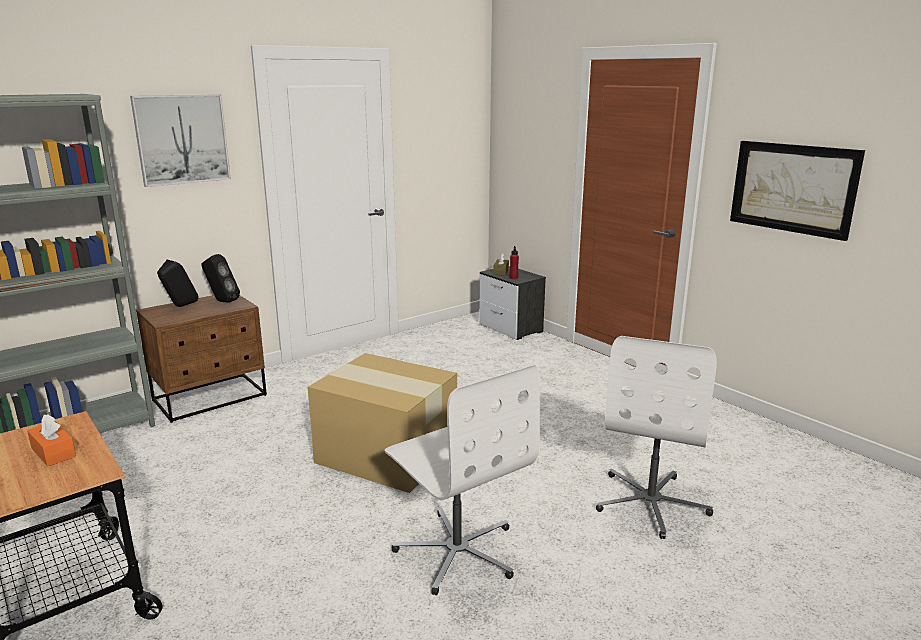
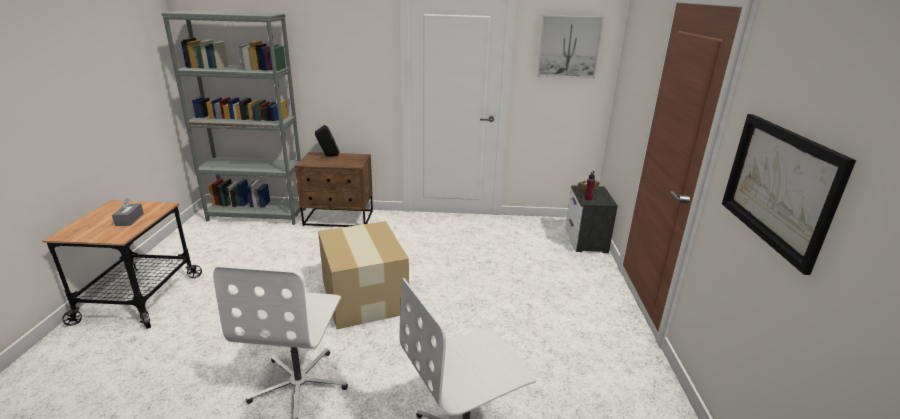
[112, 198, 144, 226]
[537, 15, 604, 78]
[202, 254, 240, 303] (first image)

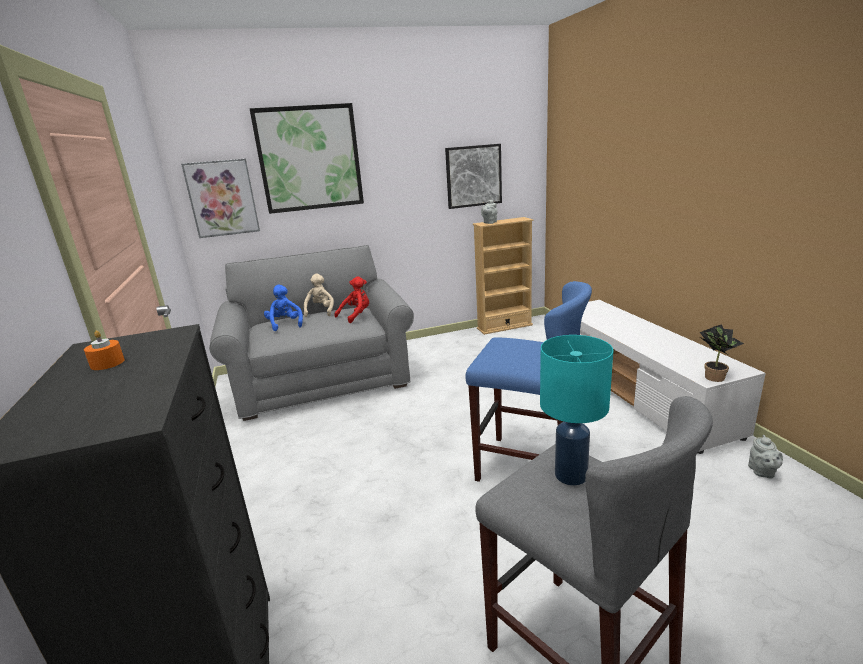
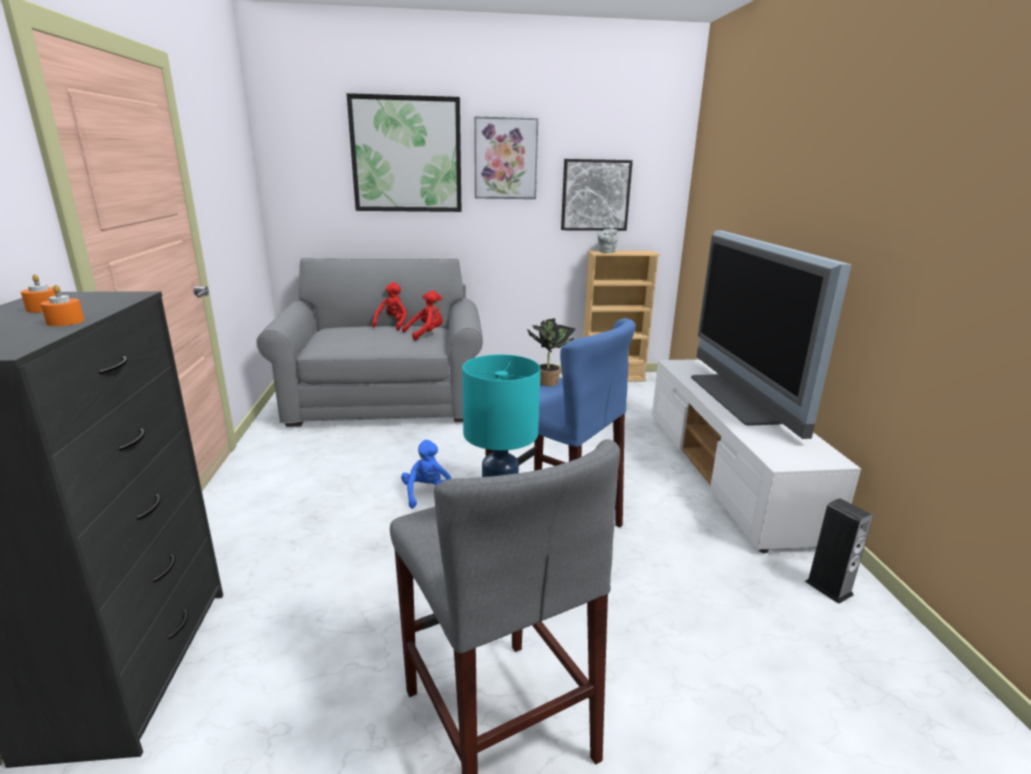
[474, 116, 538, 199]
[401, 440, 452, 509]
[372, 282, 407, 331]
[527, 318, 576, 386]
[805, 498, 873, 604]
[40, 285, 84, 326]
[691, 230, 852, 439]

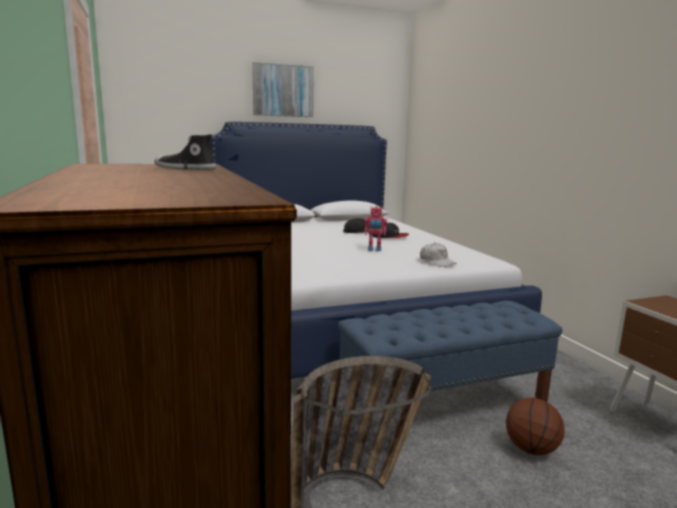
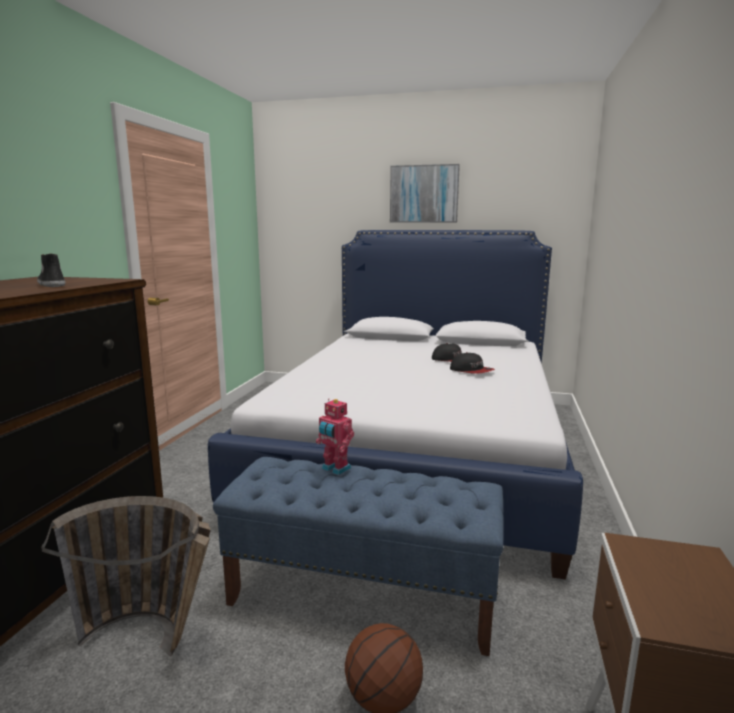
[316, 398, 354, 475]
[420, 242, 457, 267] (first image)

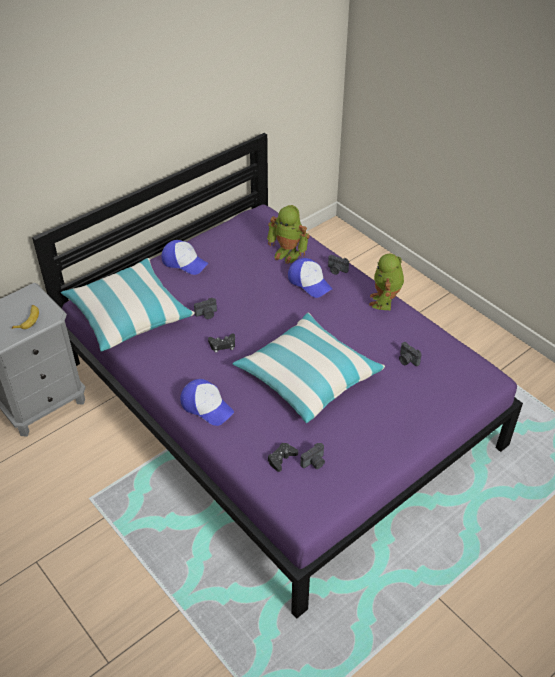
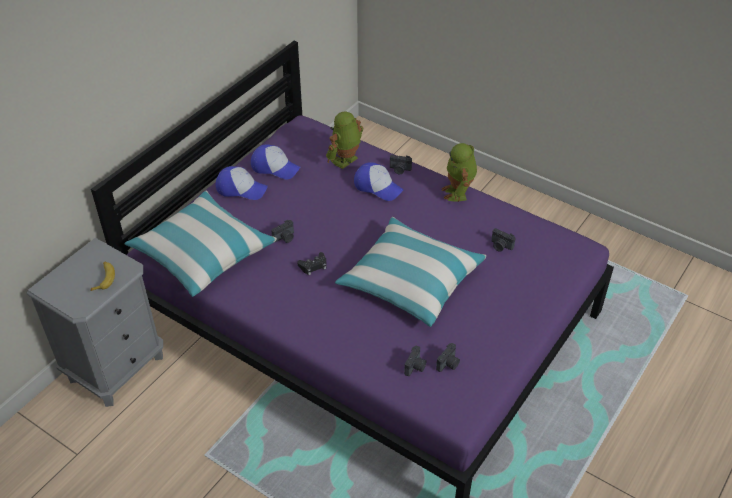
[251, 144, 300, 179]
[326, 112, 363, 169]
[404, 346, 426, 376]

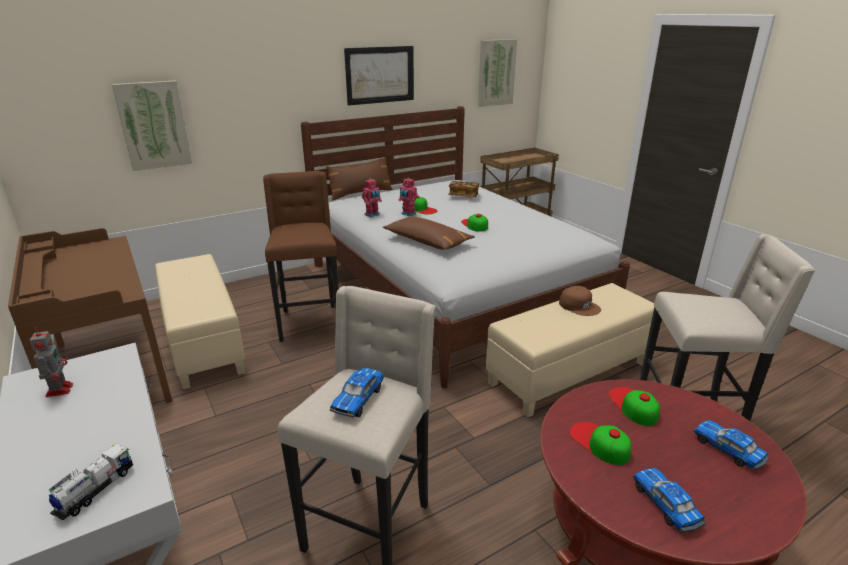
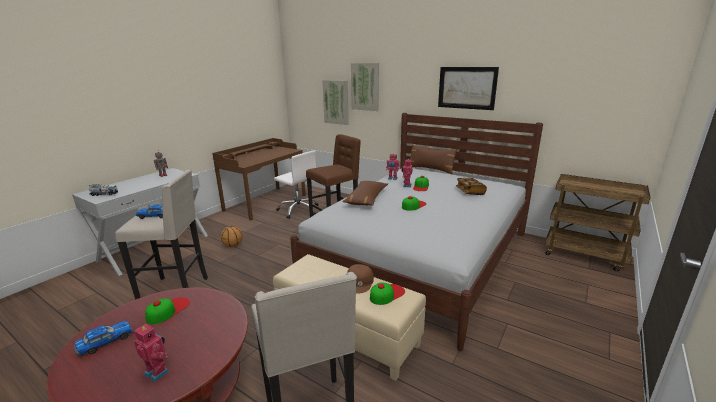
[274, 150, 319, 219]
[351, 63, 379, 111]
[370, 282, 405, 305]
[134, 324, 169, 382]
[220, 226, 243, 247]

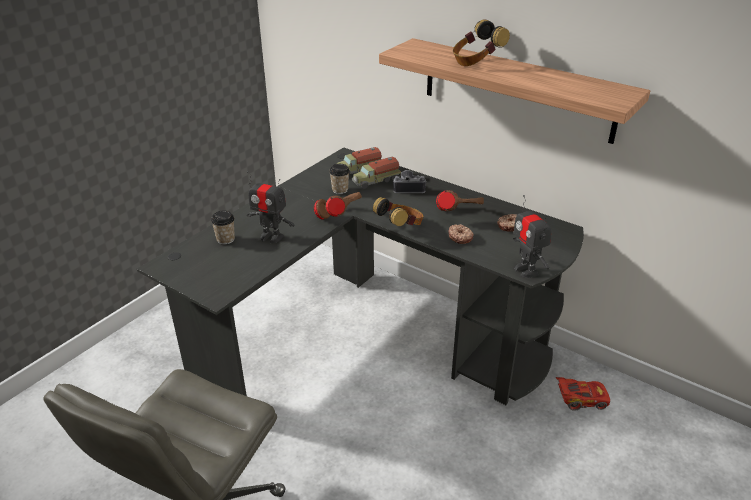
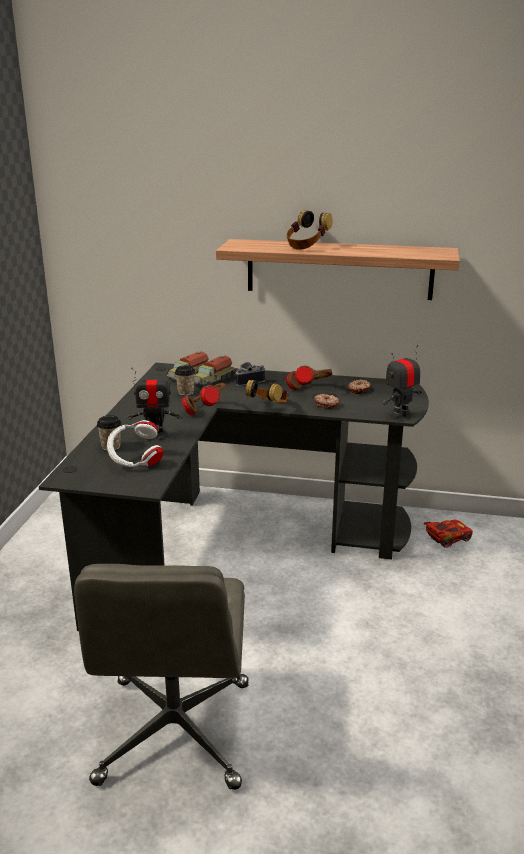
[383, 345, 422, 420]
[107, 420, 163, 467]

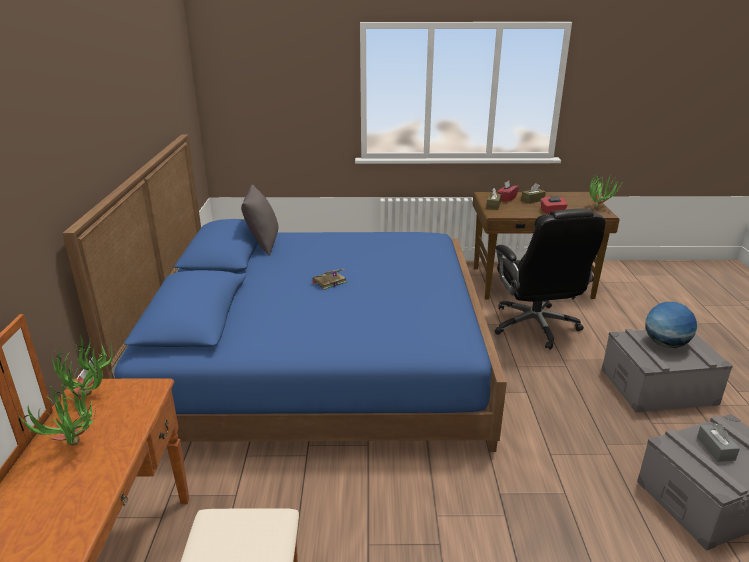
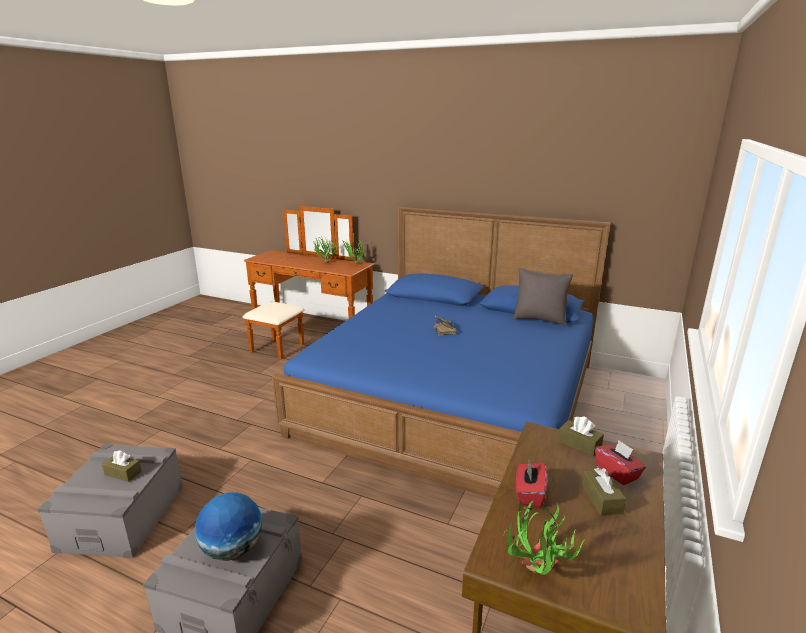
[495, 209, 606, 350] (first image)
[102, 450, 142, 482]

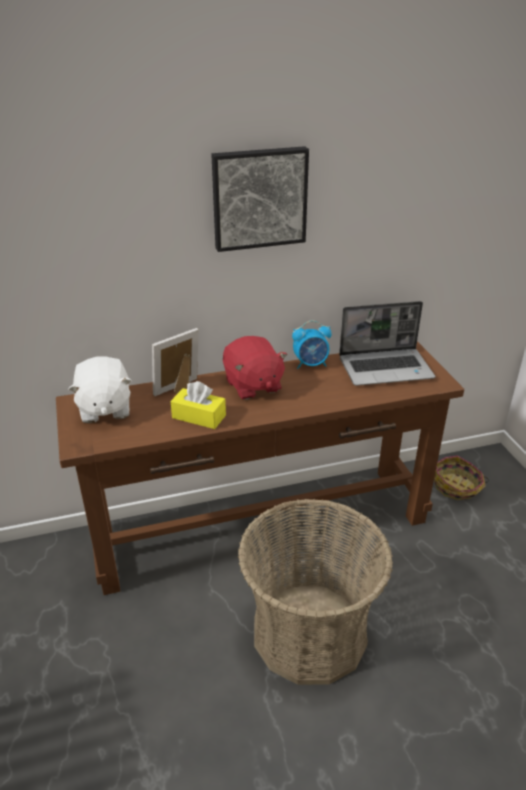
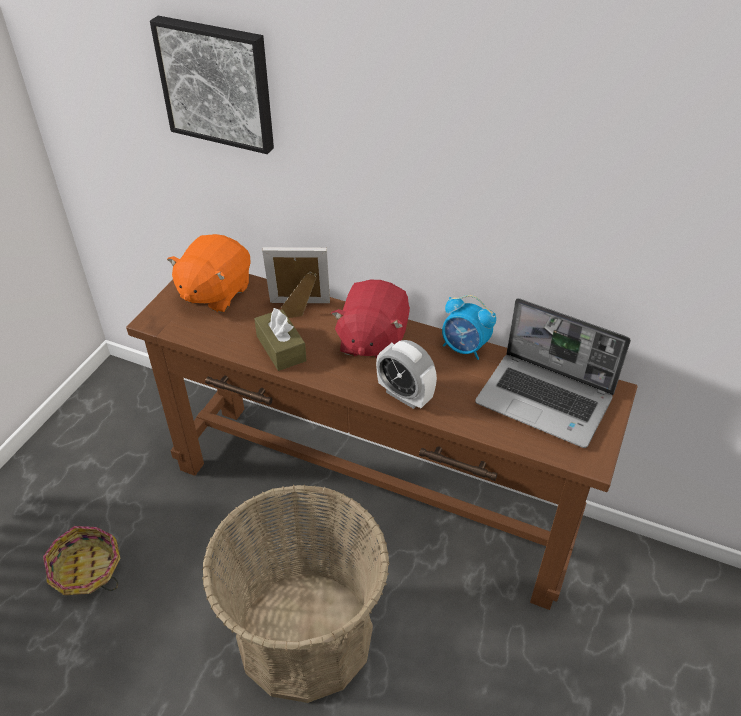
[167, 234, 250, 313]
[254, 308, 307, 371]
[150, 16, 274, 154]
[43, 526, 121, 595]
[376, 340, 437, 409]

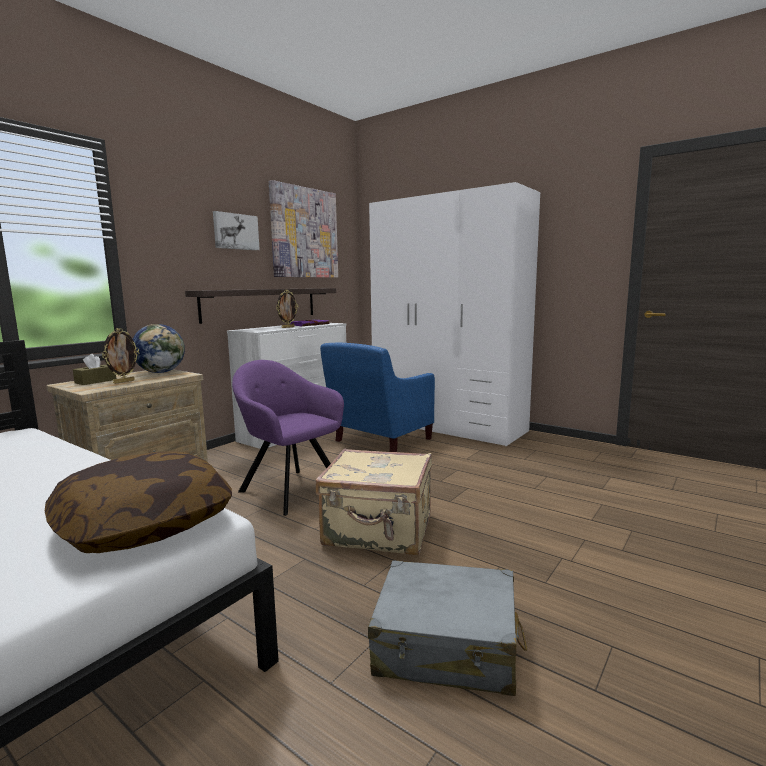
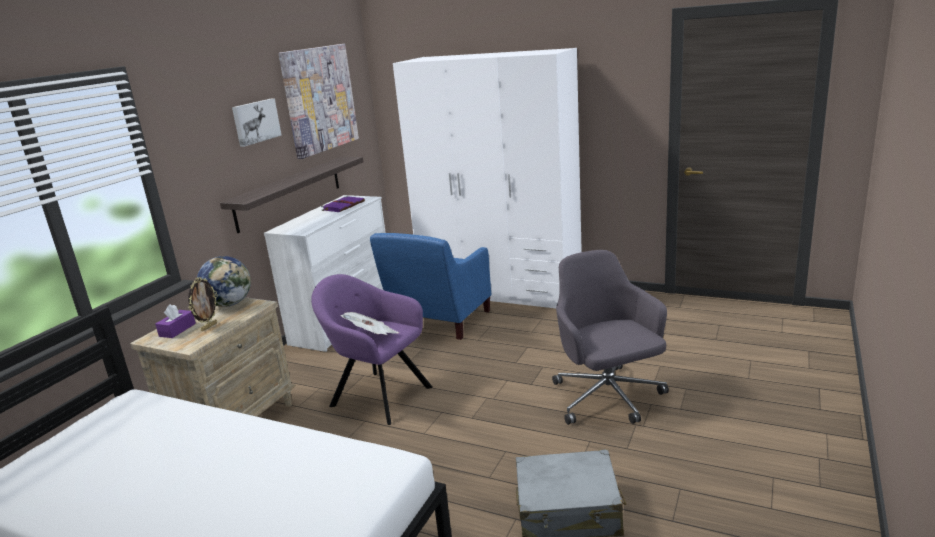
[45, 451, 232, 553] (first image)
[155, 304, 196, 338]
[276, 290, 298, 328] (first image)
[316, 449, 432, 555] (first image)
[340, 312, 399, 335]
[552, 250, 669, 425]

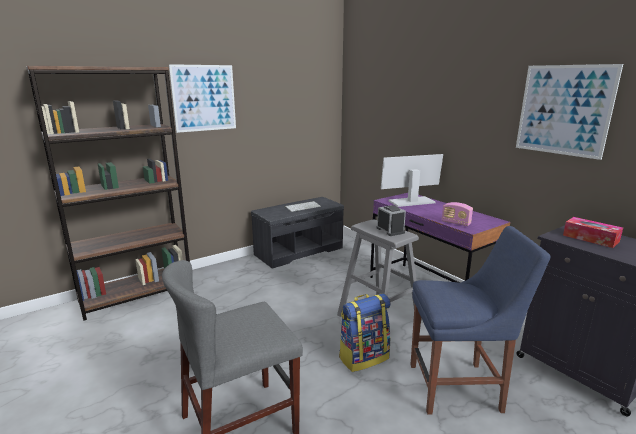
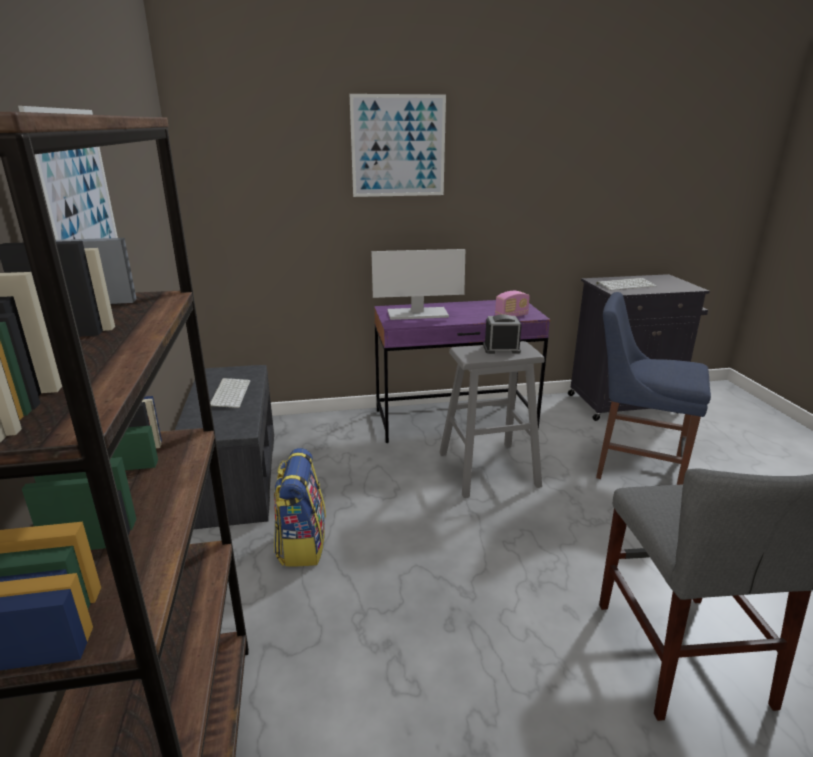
[274, 448, 326, 566]
[371, 249, 465, 320]
[596, 292, 711, 485]
[350, 94, 446, 197]
[596, 278, 657, 290]

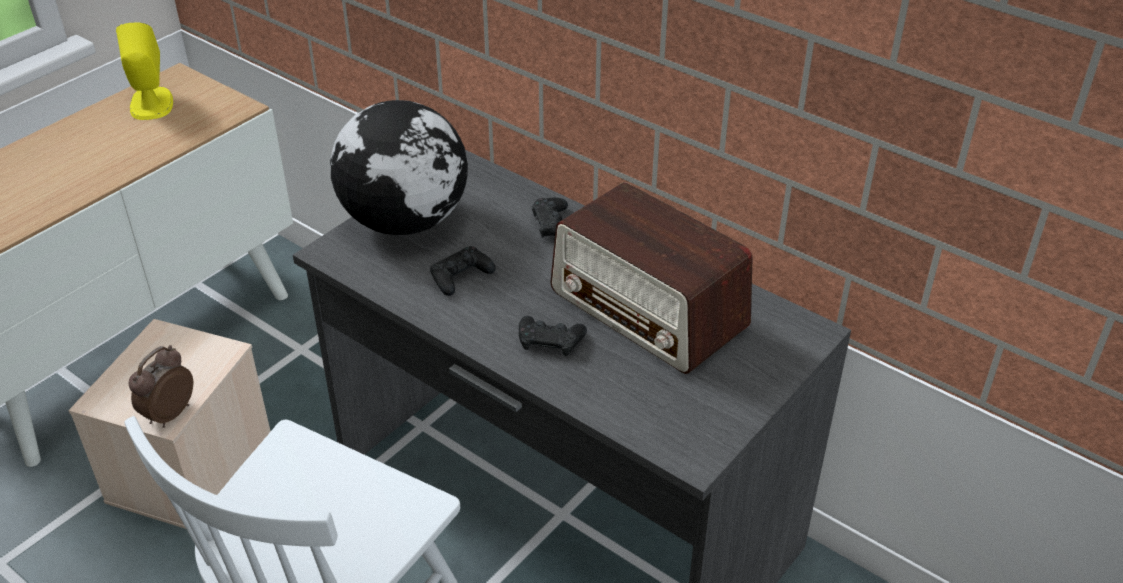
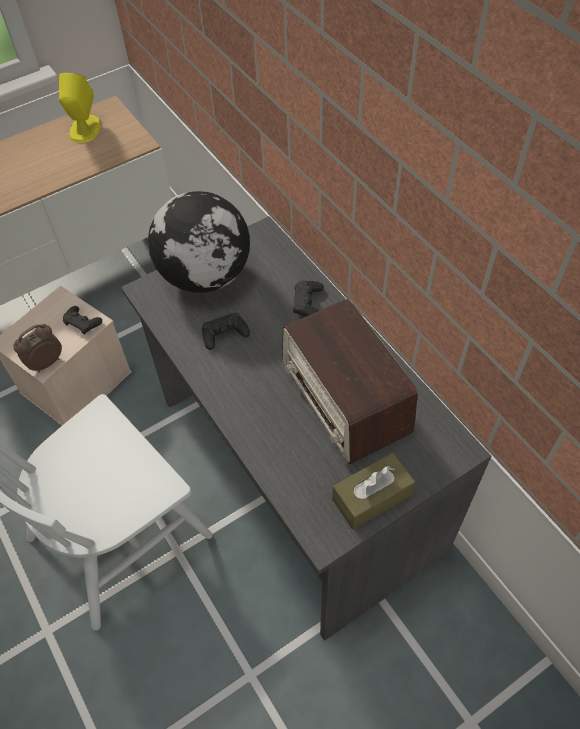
[63, 306, 102, 335]
[332, 453, 415, 530]

